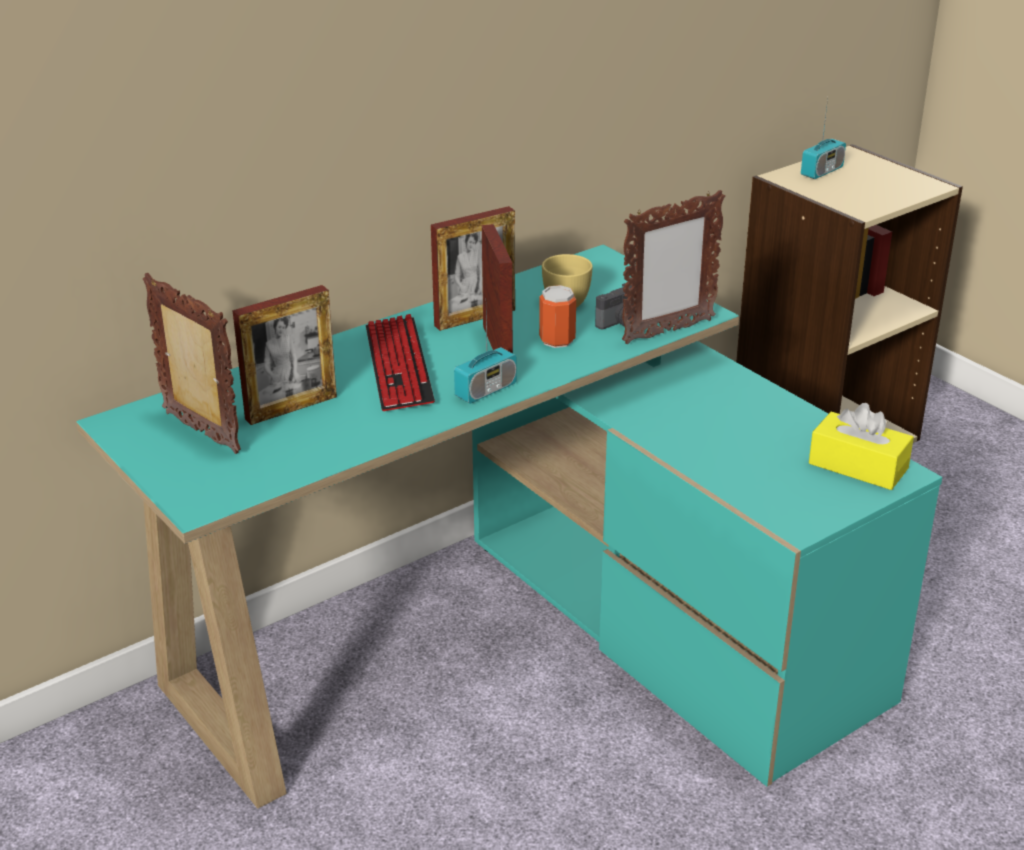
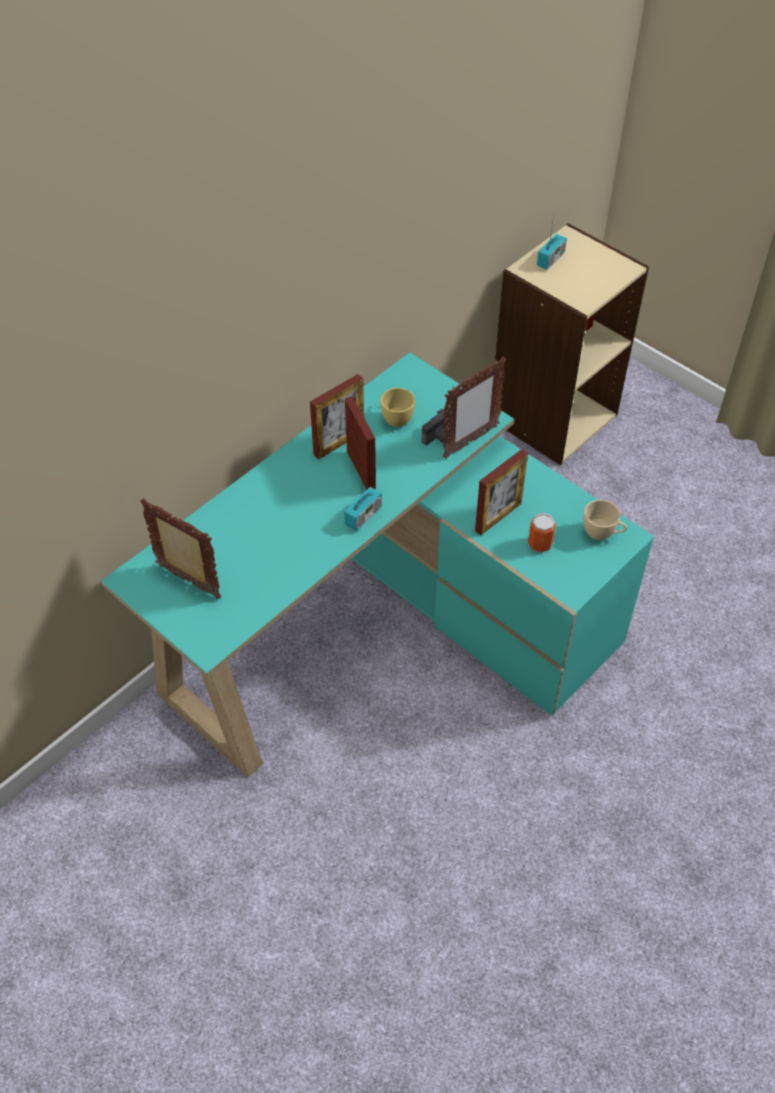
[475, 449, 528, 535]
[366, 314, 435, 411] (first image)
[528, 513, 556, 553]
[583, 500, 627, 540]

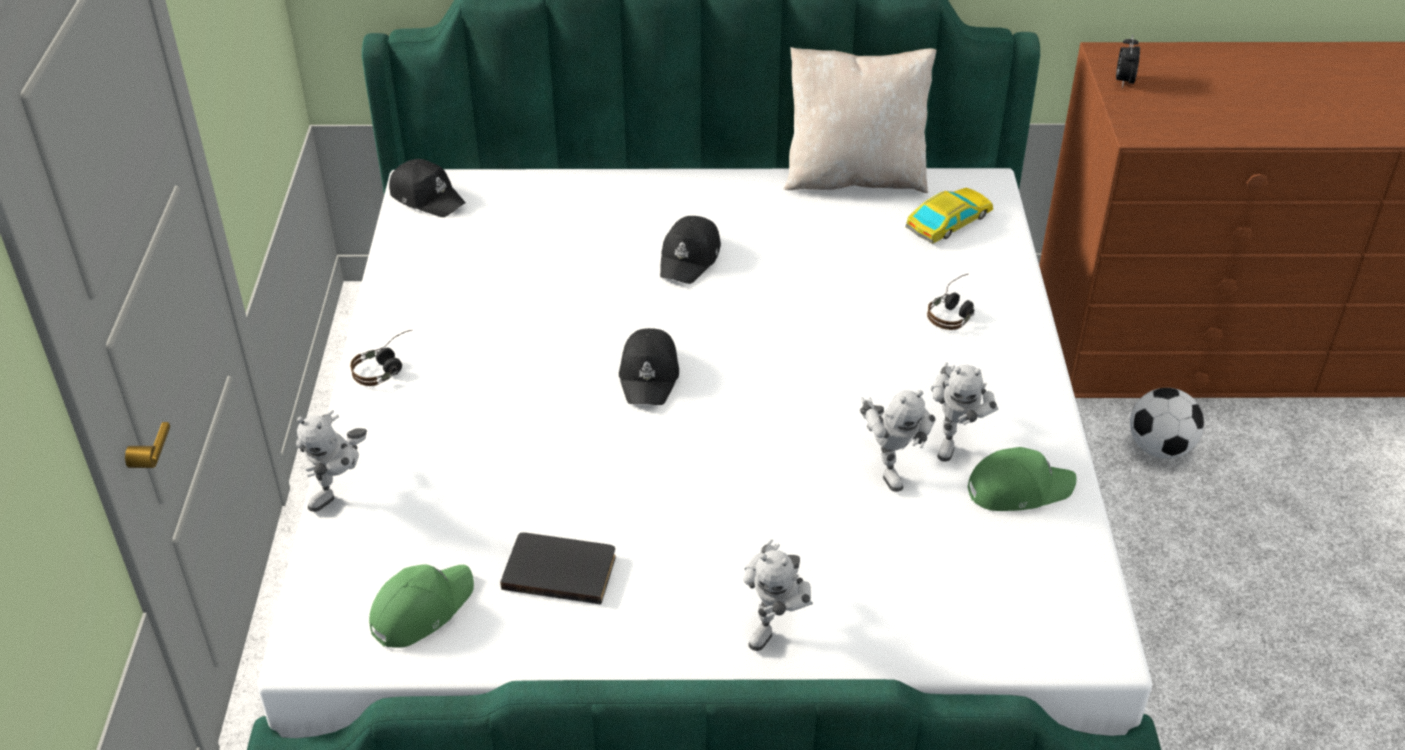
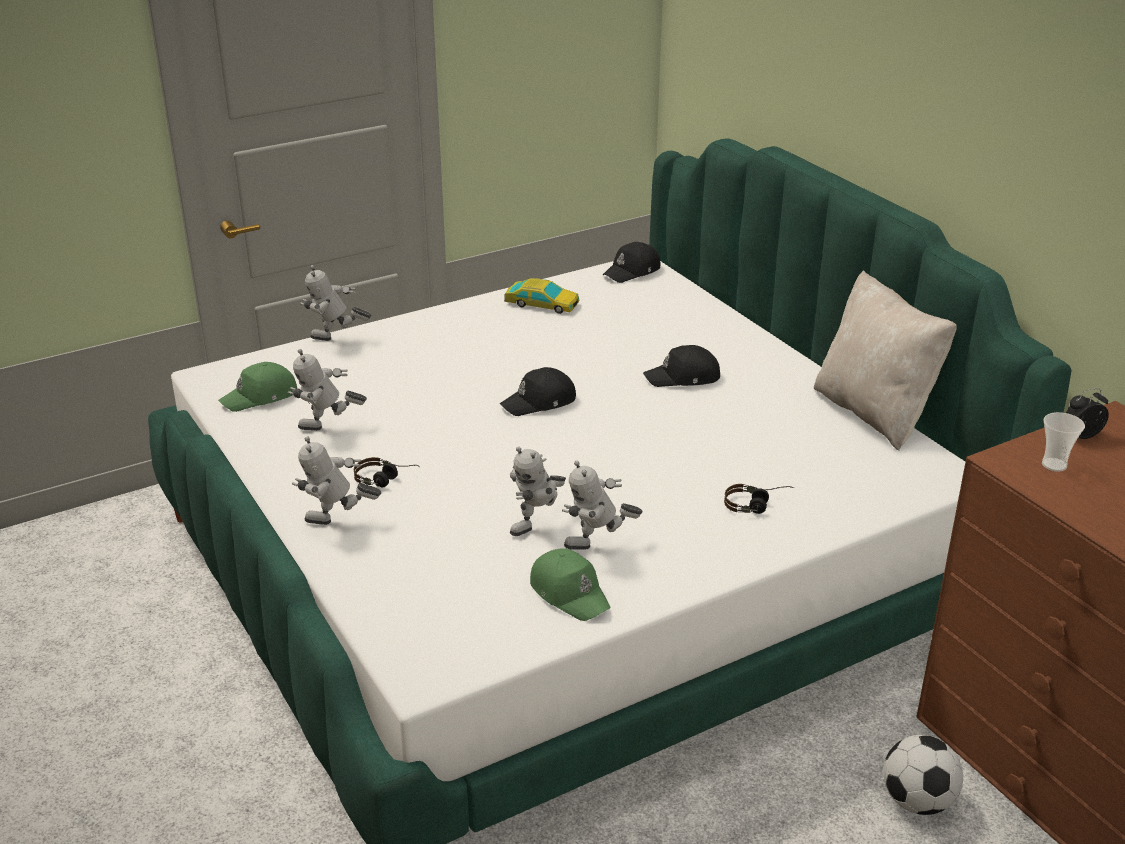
[354, 457, 419, 487]
[218, 362, 297, 412]
[603, 242, 660, 283]
[288, 349, 367, 431]
[504, 278, 579, 314]
[1042, 412, 1085, 472]

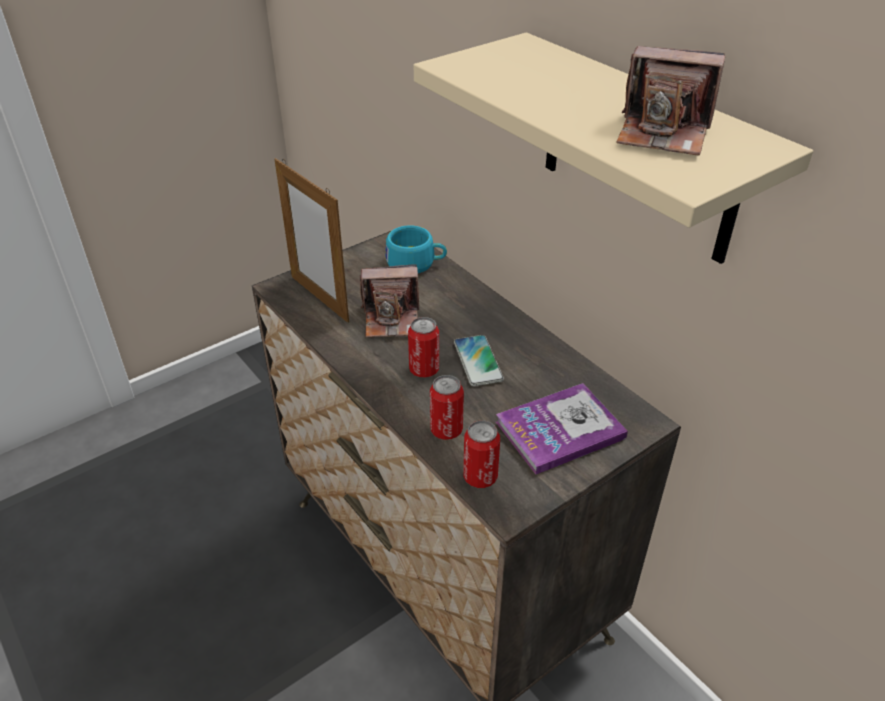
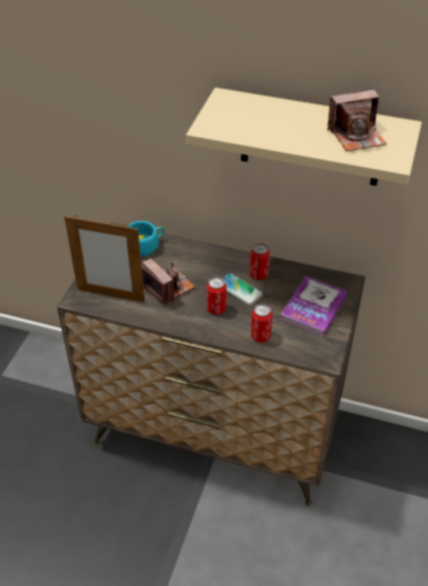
[141, 258, 195, 305]
[250, 243, 270, 280]

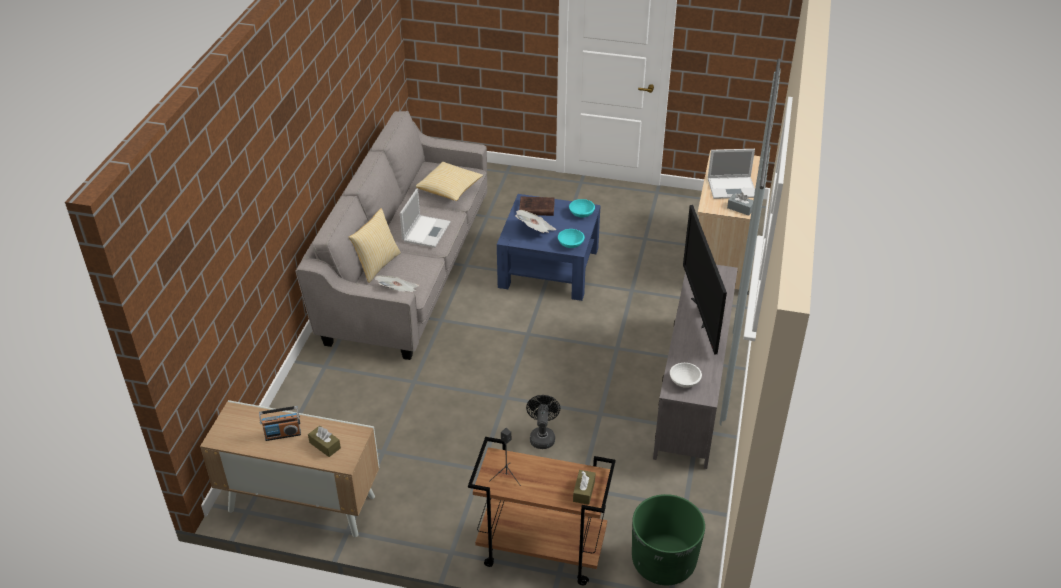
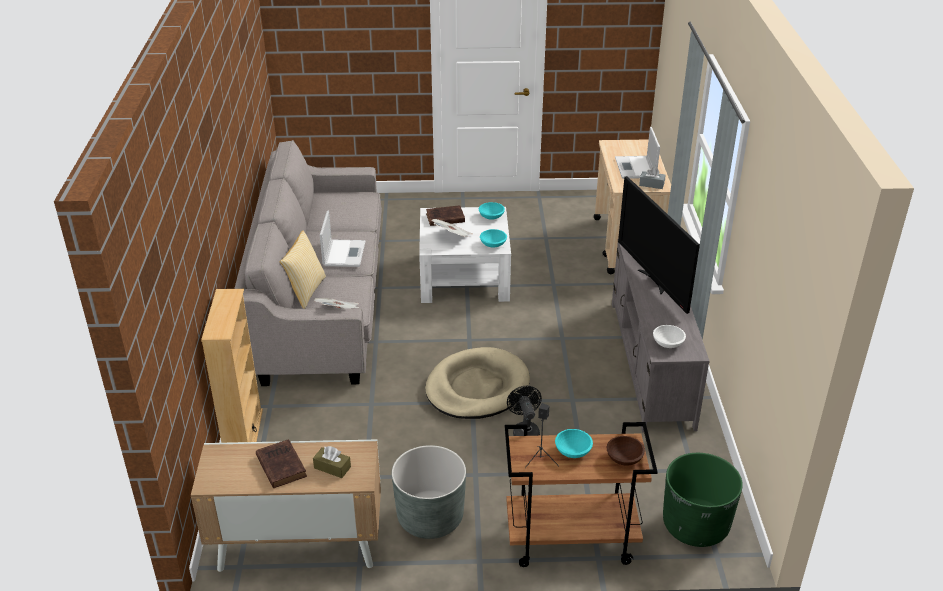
[256, 439, 307, 488]
[416, 162, 483, 201] (first image)
[419, 207, 511, 303]
[607, 436, 645, 466]
[615, 127, 660, 179]
[201, 289, 263, 443]
[392, 445, 466, 539]
[425, 347, 530, 419]
[555, 429, 593, 458]

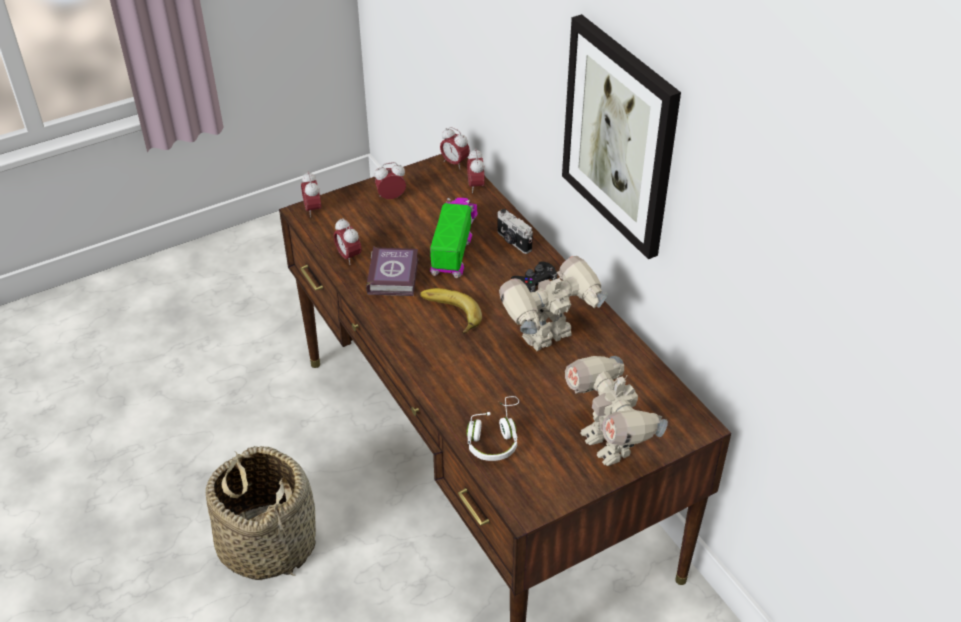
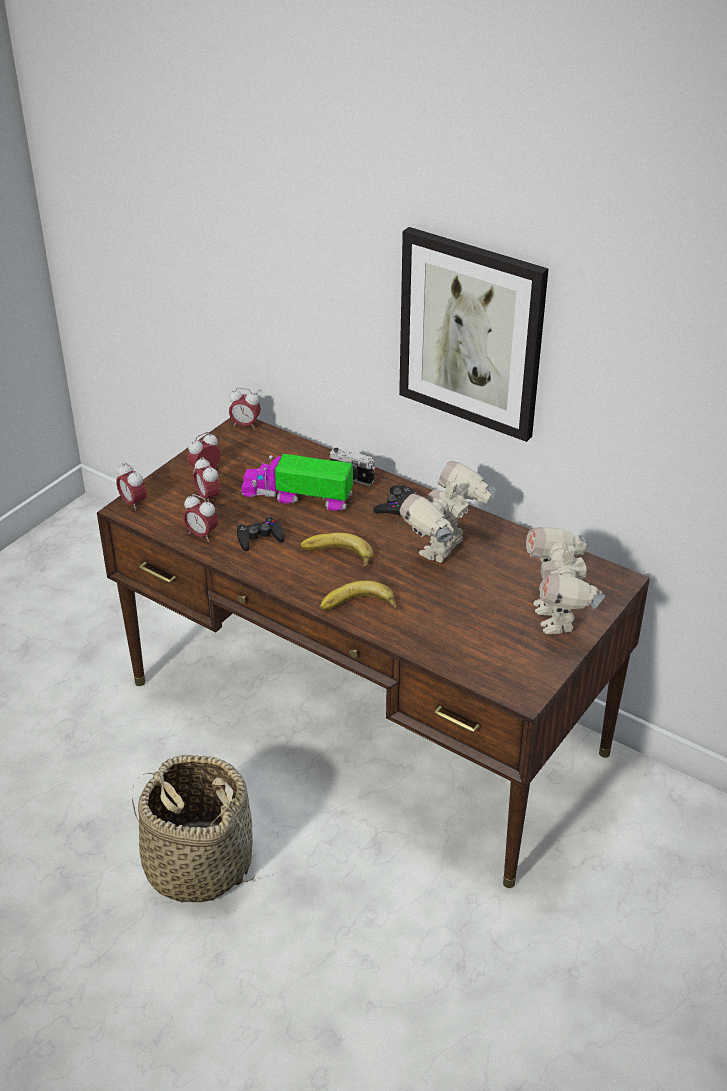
[237, 517, 284, 551]
[241, 454, 353, 511]
[466, 396, 519, 461] (first image)
[193, 457, 221, 502]
[526, 527, 605, 634]
[320, 580, 397, 611]

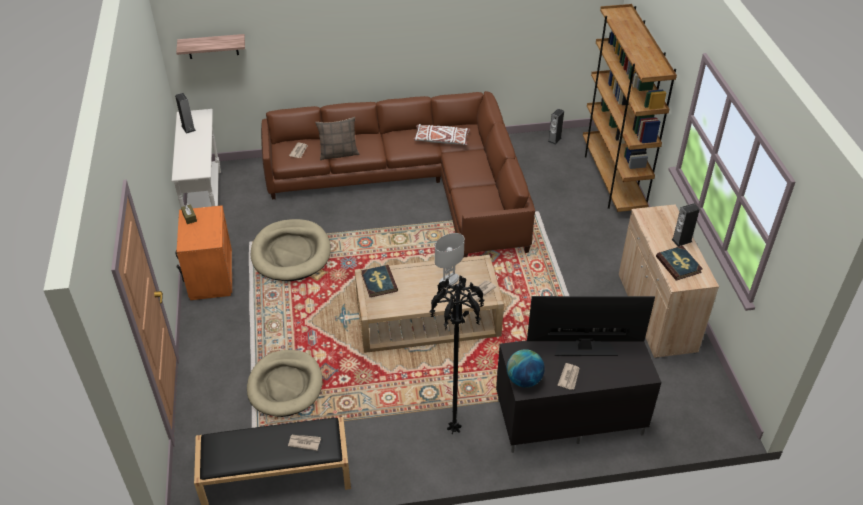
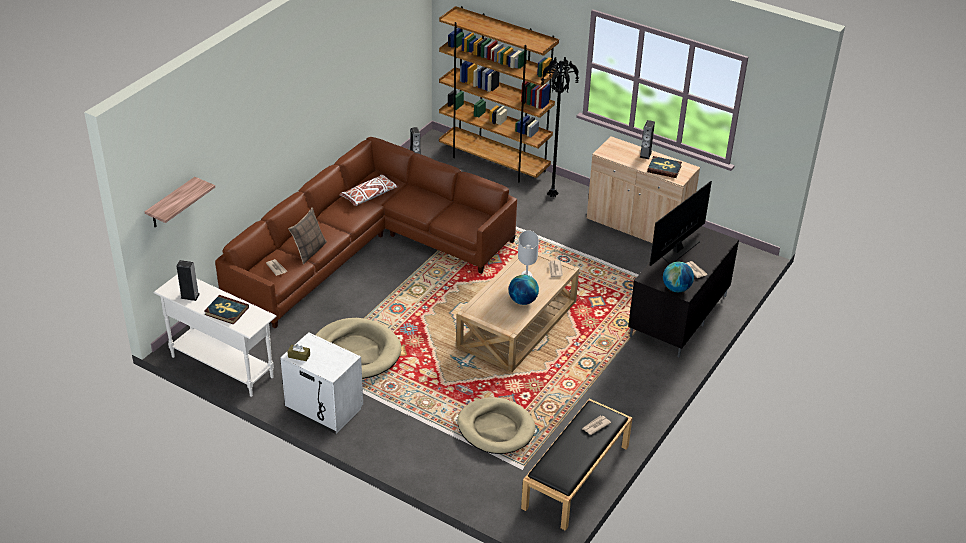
[280, 332, 363, 434]
[204, 295, 249, 325]
[541, 57, 579, 197]
[509, 275, 539, 305]

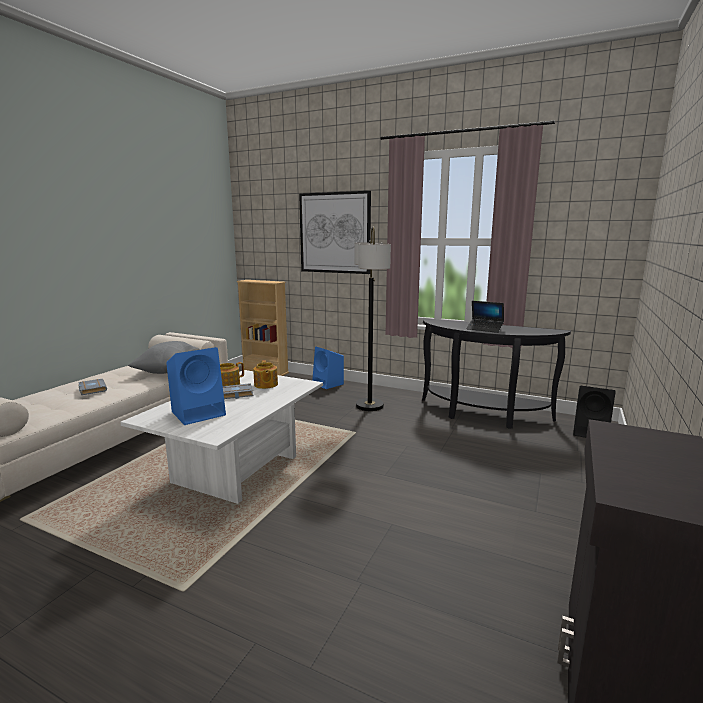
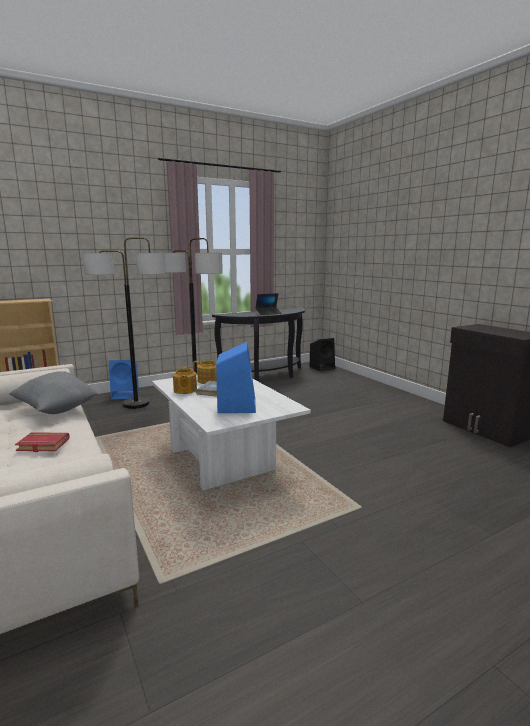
[15, 432, 70, 452]
[299, 191, 371, 274] (first image)
[83, 237, 165, 409]

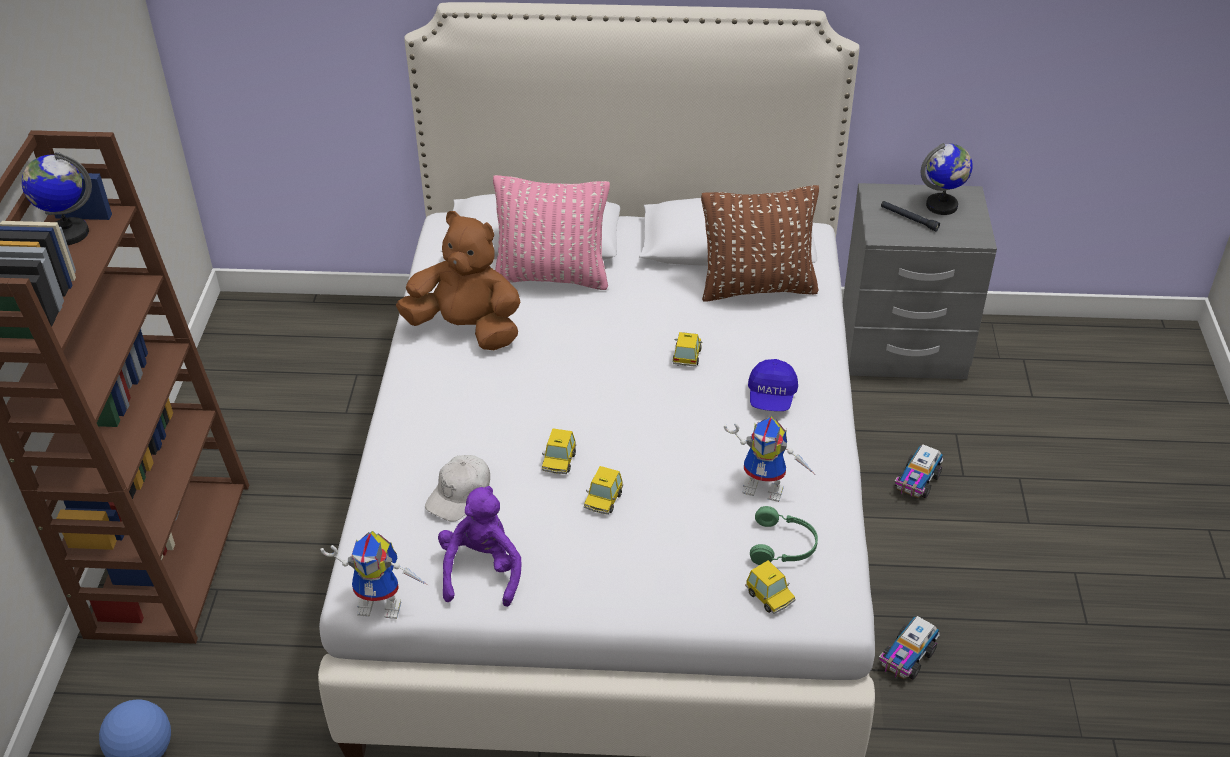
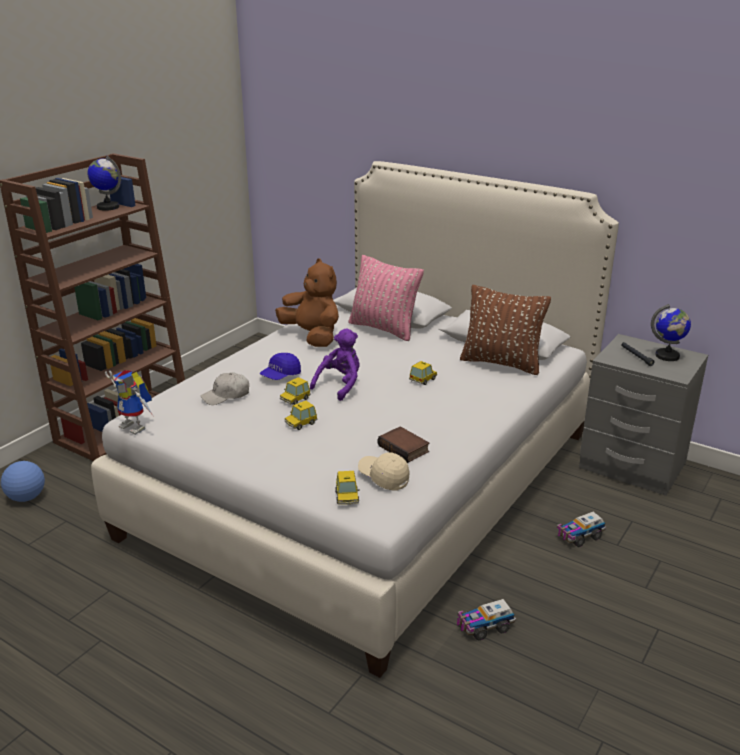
[310, 328, 360, 401]
[378, 426, 430, 463]
[259, 353, 301, 380]
[358, 452, 409, 491]

